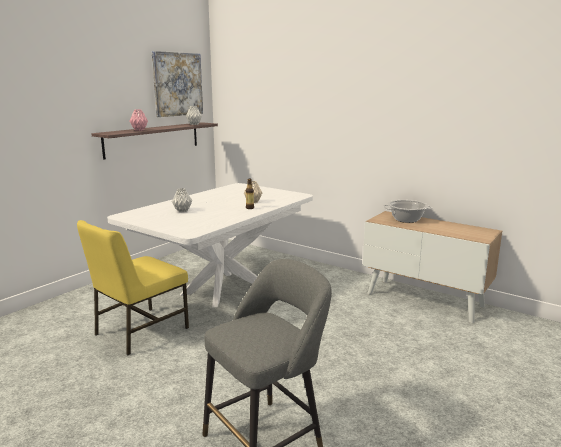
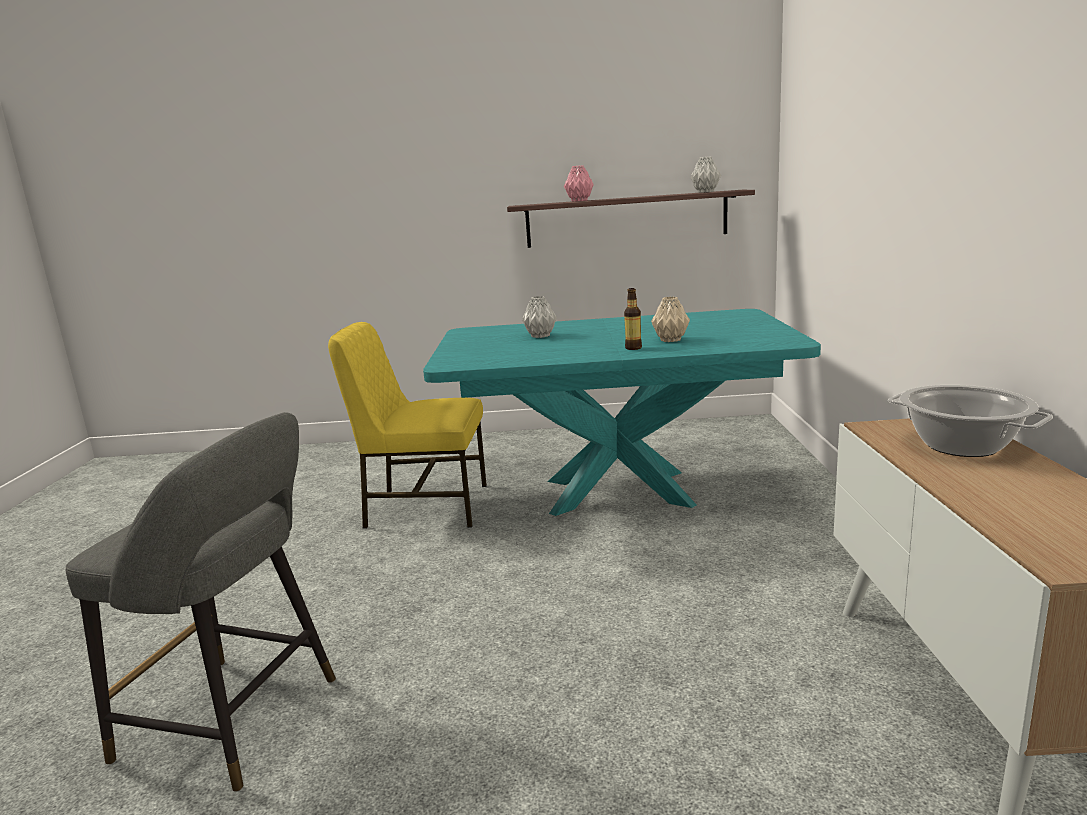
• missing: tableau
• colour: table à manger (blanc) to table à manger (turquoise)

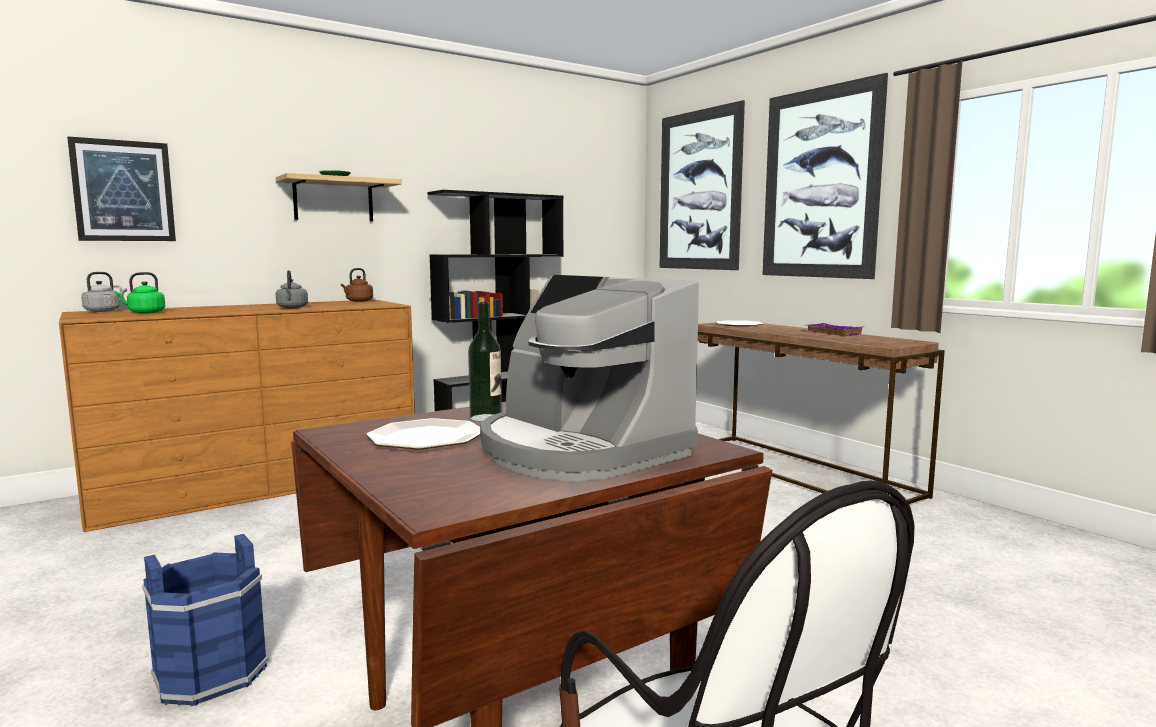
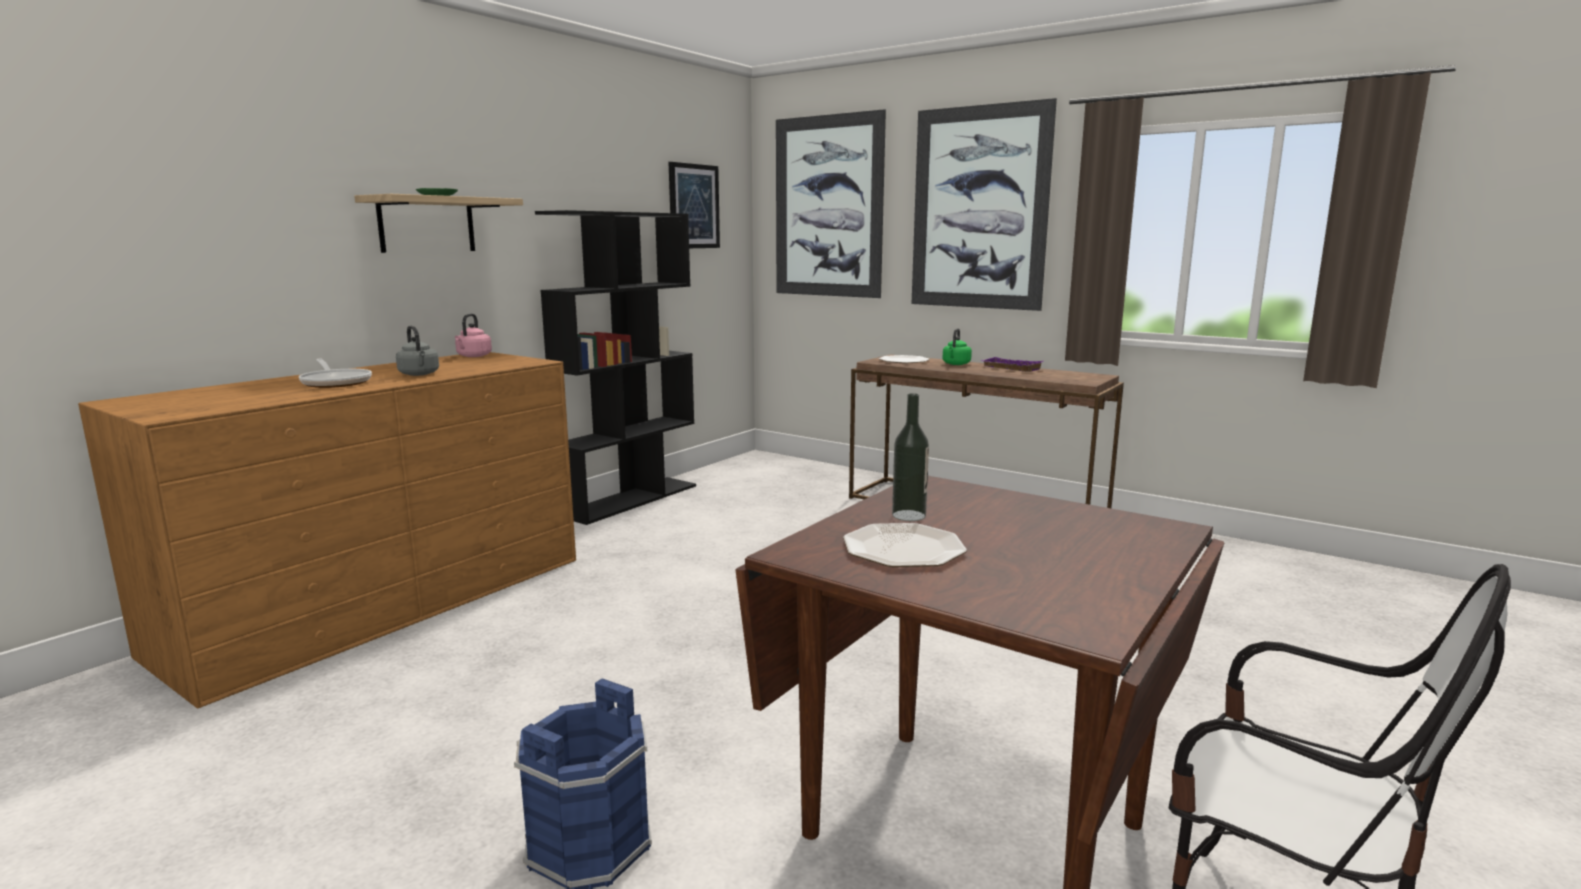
• relocated: tableau (no. 1 from left)
• colour: bouilloire (marron) to bouilloire (rose)
• missing: bouilloire (gris) (no. 1 from left)
• relocated: bouilloire (vert)
• missing: machine à café
• appeared: poêle

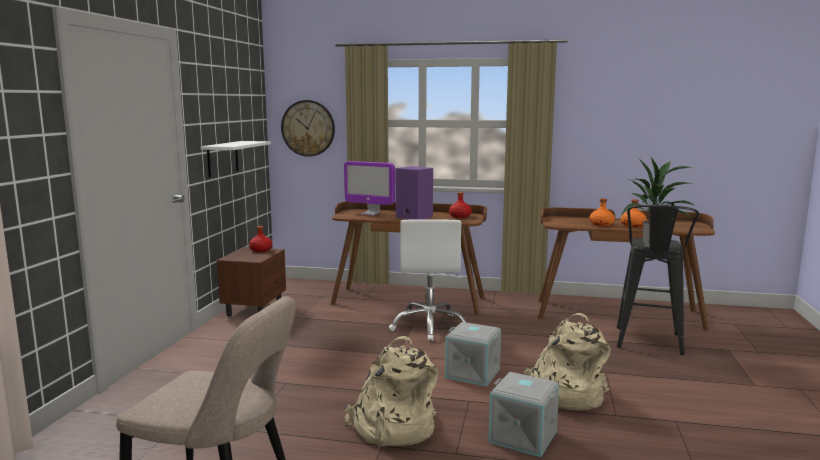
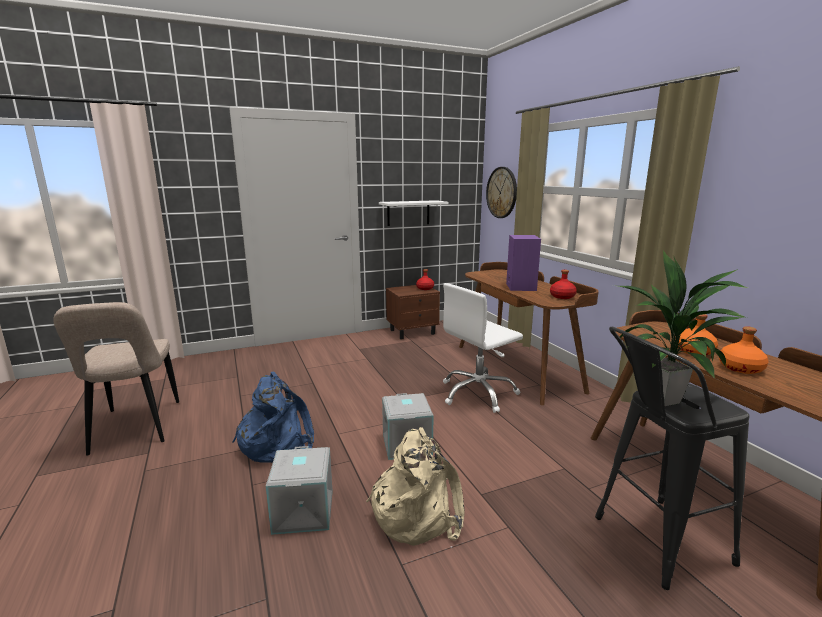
• missing: écran d'ordinateur
• colour: sac à dos (beige) (no. 1 from left) to sac à dos (bleu)

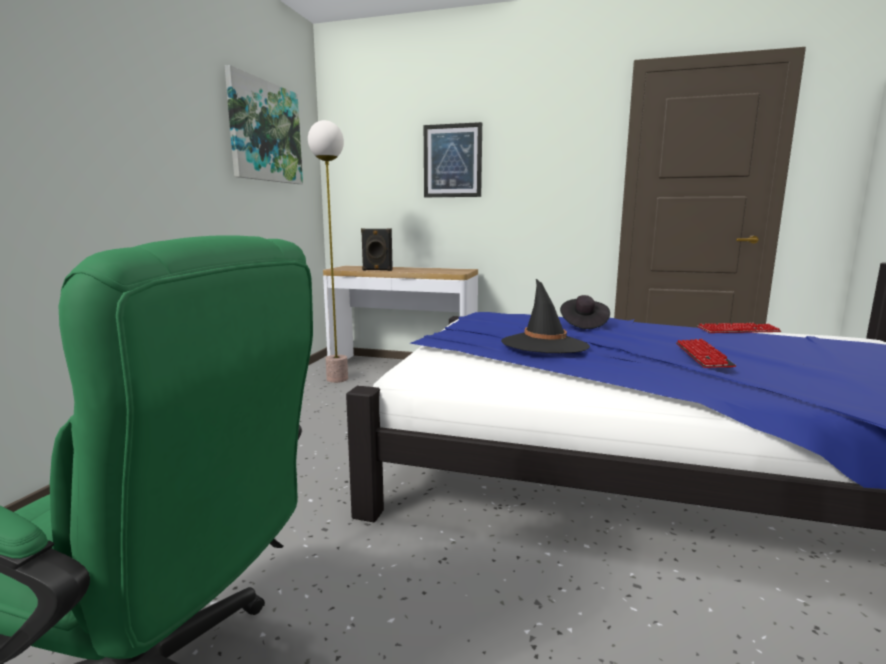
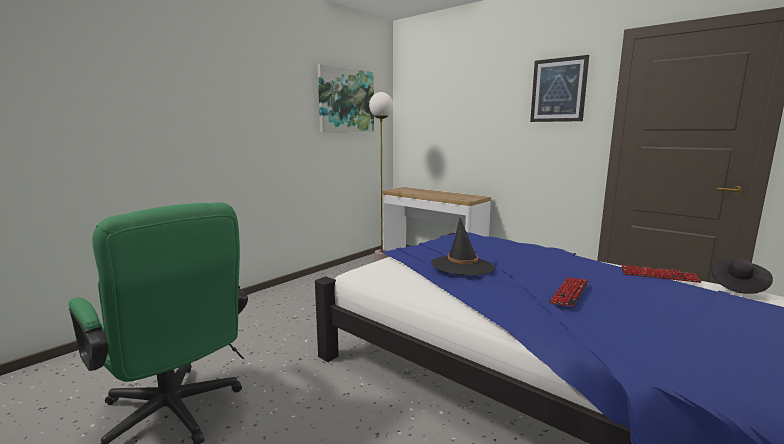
• relocated: tableau (no. 2 from left)
• missing: enceinte (noir)
• relocated: chapeau (noir) (no. 2 from left)

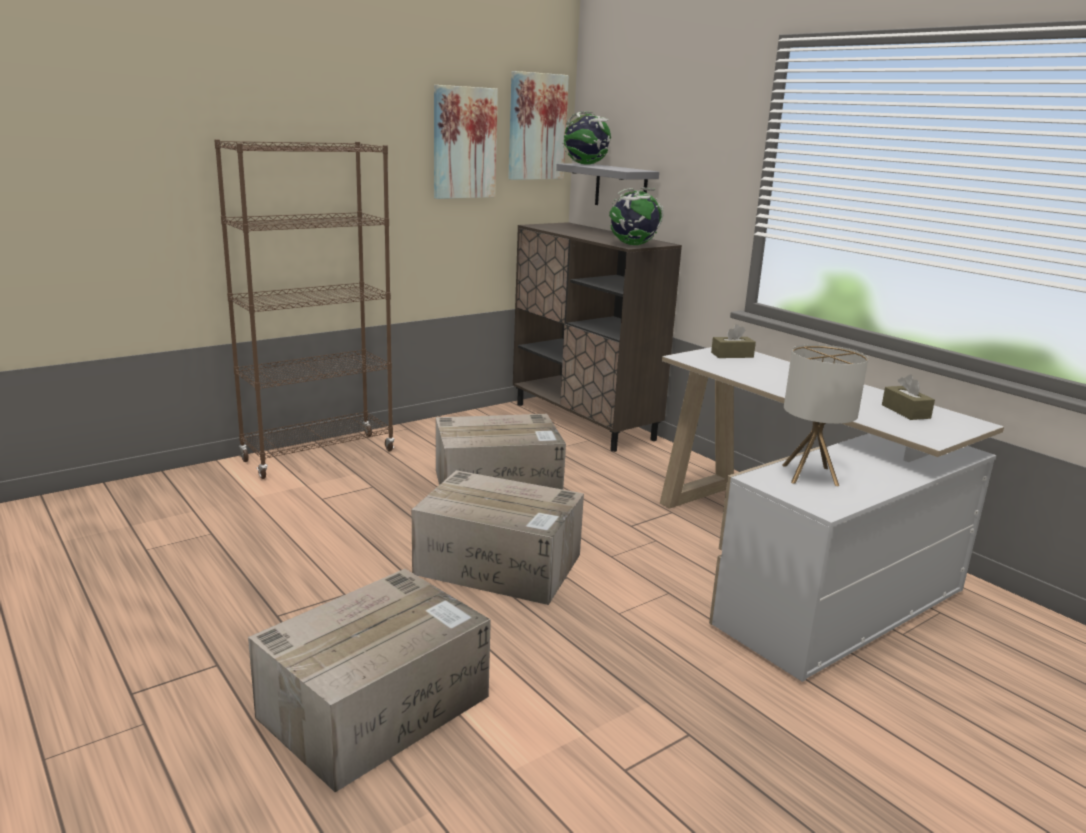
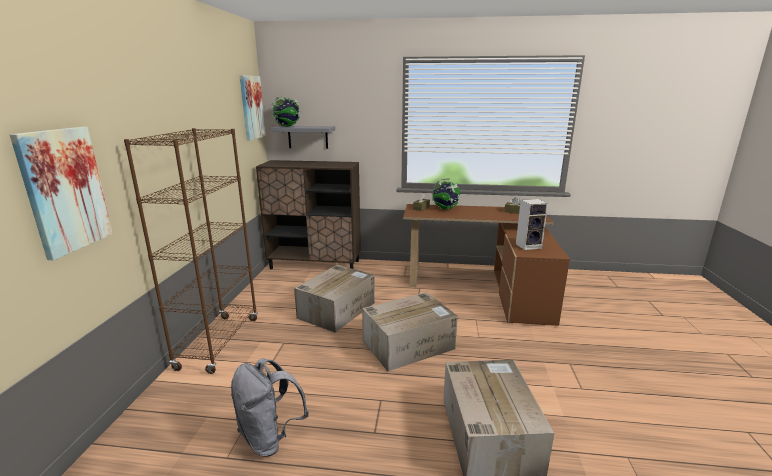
• relocated: tableau (no. 1 from left)
• relocated: globe (no. 2 from left)
• exchanged: lampe de table to enceinte
• colour: bureau (blanc) to bureau (marron)
• appeared: sac à dos (gris)

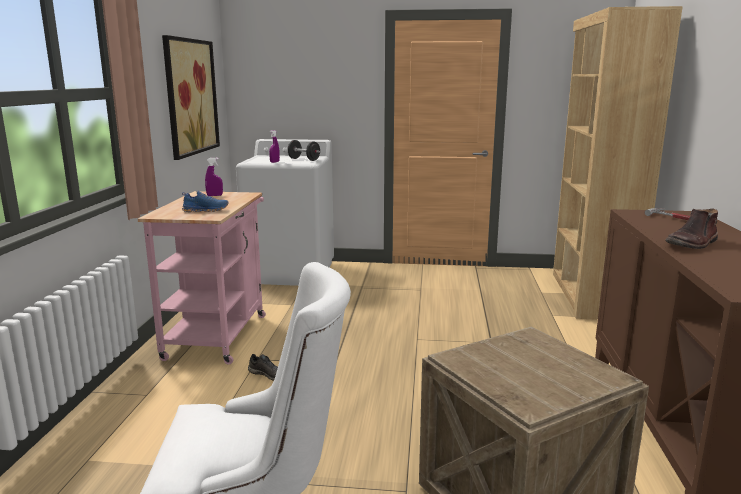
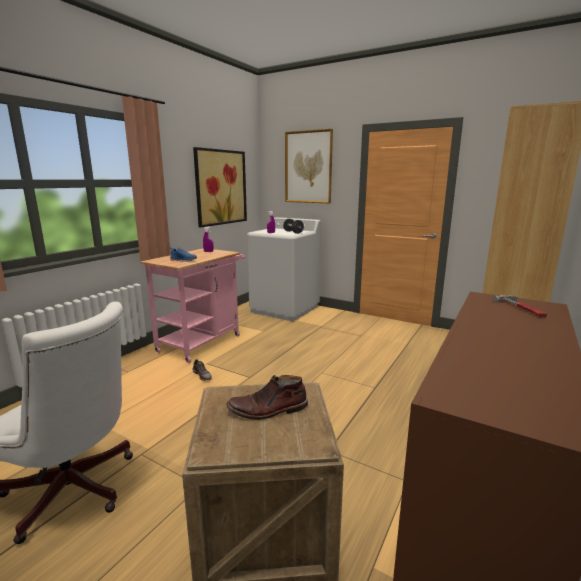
• relocated: botte (marron)
• appeared: tableau (no. 2 from left)

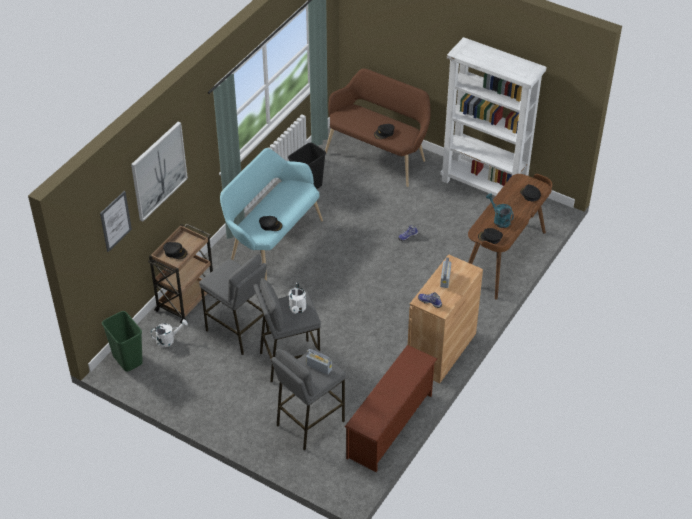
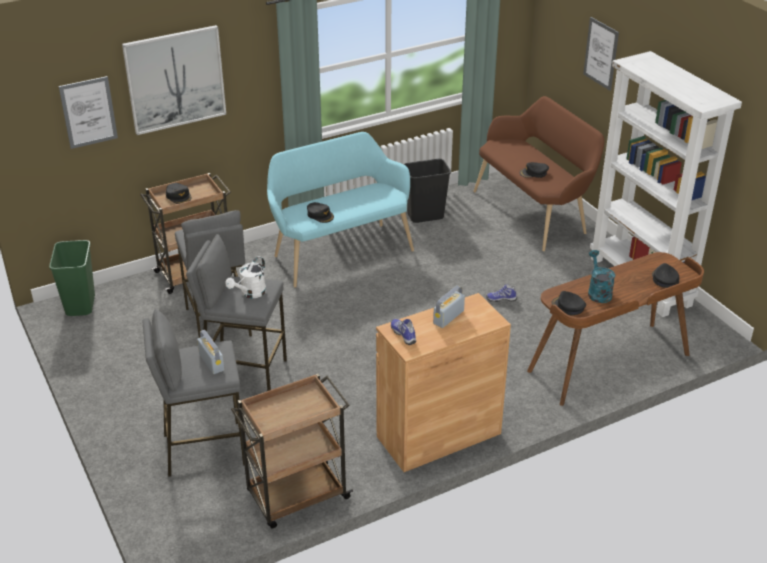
• missing: arrosoir (blanc) (no. 1 from left)
• exchanged: étagère à chaussures (marron) to chariot (marron) (no. 2 from left)
• appeared: tableau (no. 3 from left)

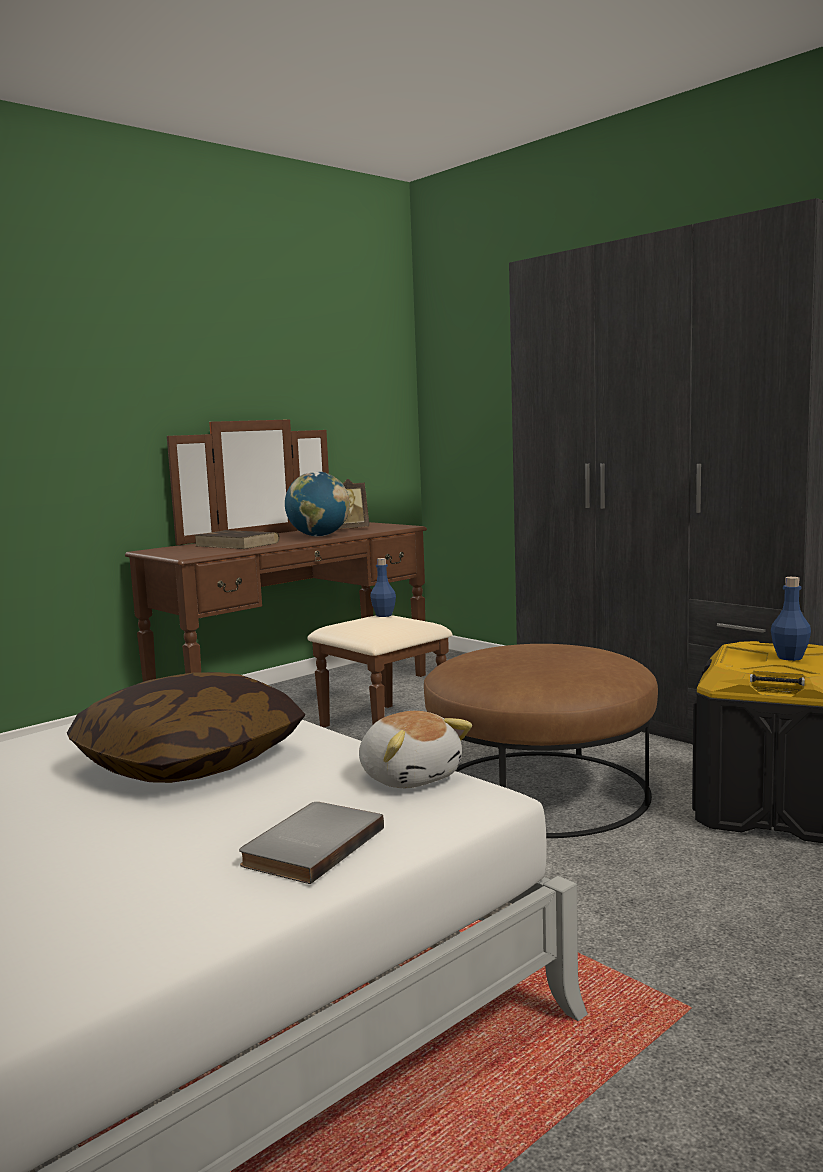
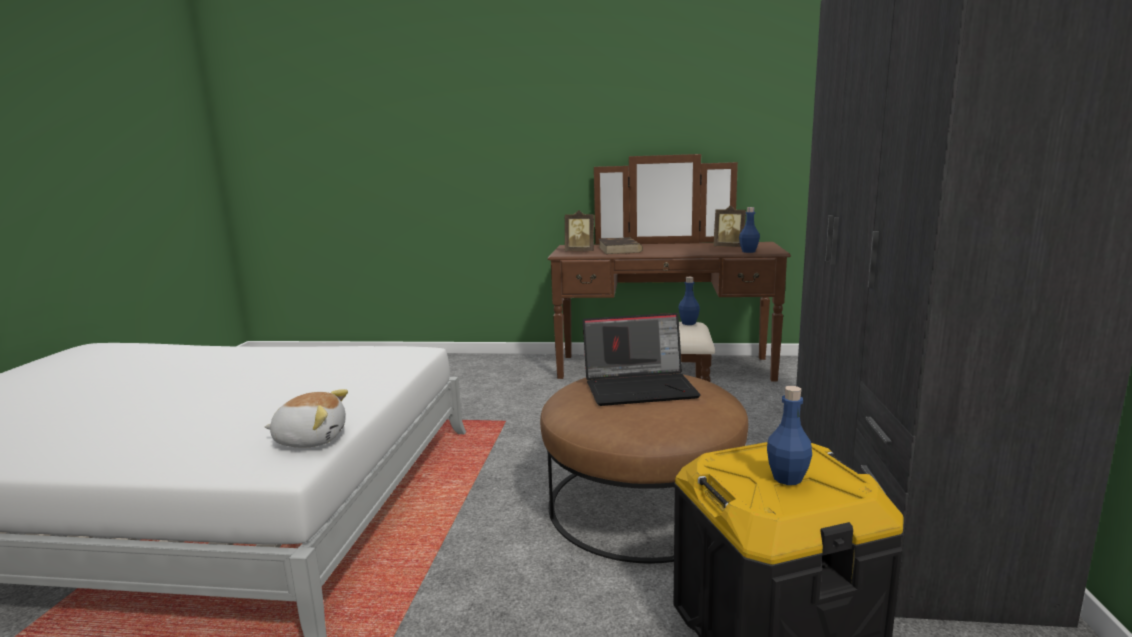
• missing: globe
• missing: coussin
• spun: peluche 105 degrees counterclockwise
• missing: livre (gris)
• appeared: bouteille (bleu) (no. 2 from left)
• appeared: cadre photo (no. 1 from left)
• appeared: ordinateur portable

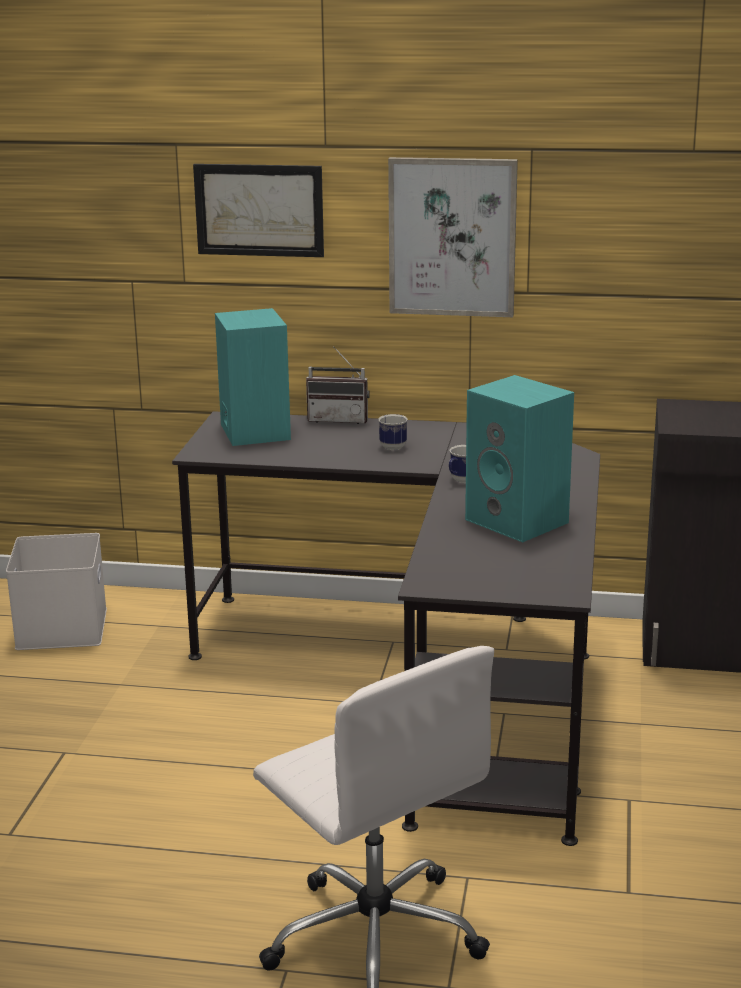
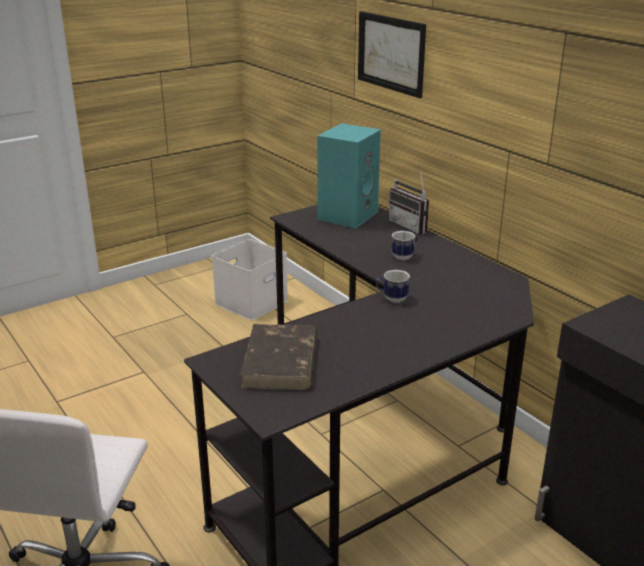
• missing: tableau (no. 2 from left)
• missing: enceinte (turquoise) (no. 2 from left)
• appeared: livre (marron)

